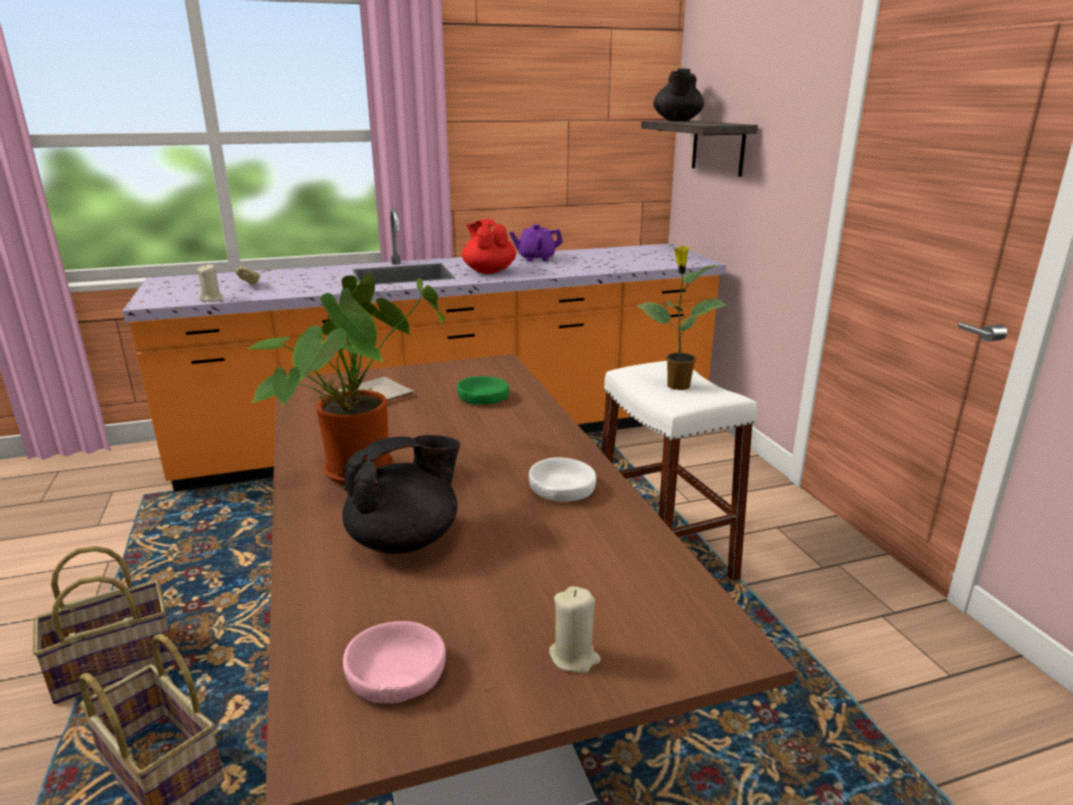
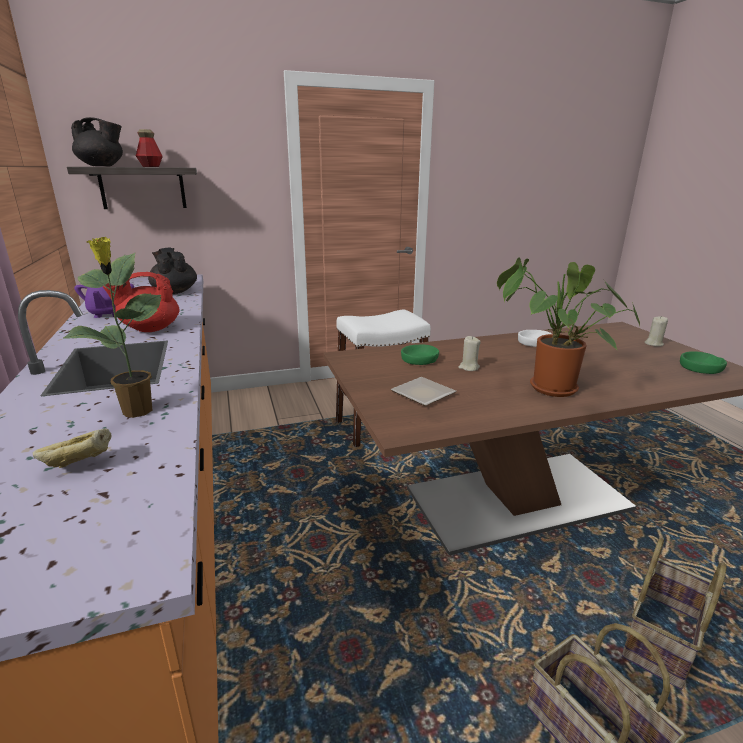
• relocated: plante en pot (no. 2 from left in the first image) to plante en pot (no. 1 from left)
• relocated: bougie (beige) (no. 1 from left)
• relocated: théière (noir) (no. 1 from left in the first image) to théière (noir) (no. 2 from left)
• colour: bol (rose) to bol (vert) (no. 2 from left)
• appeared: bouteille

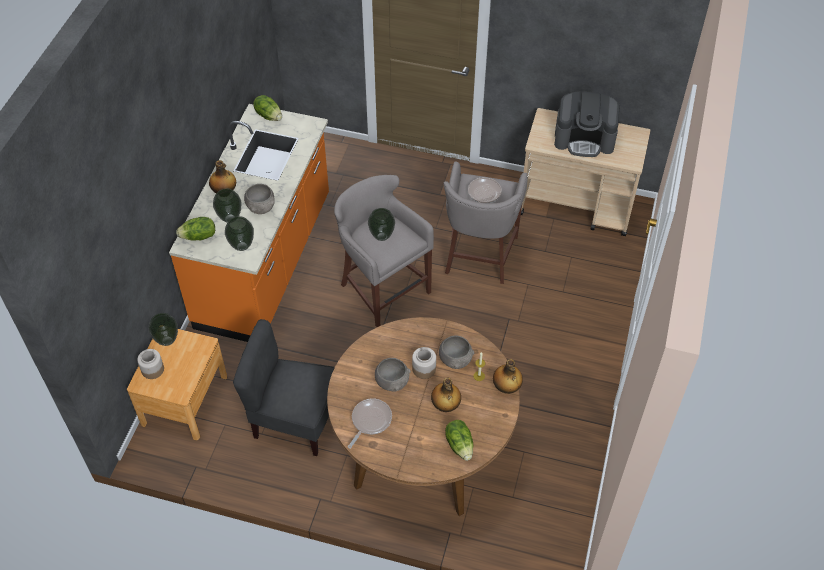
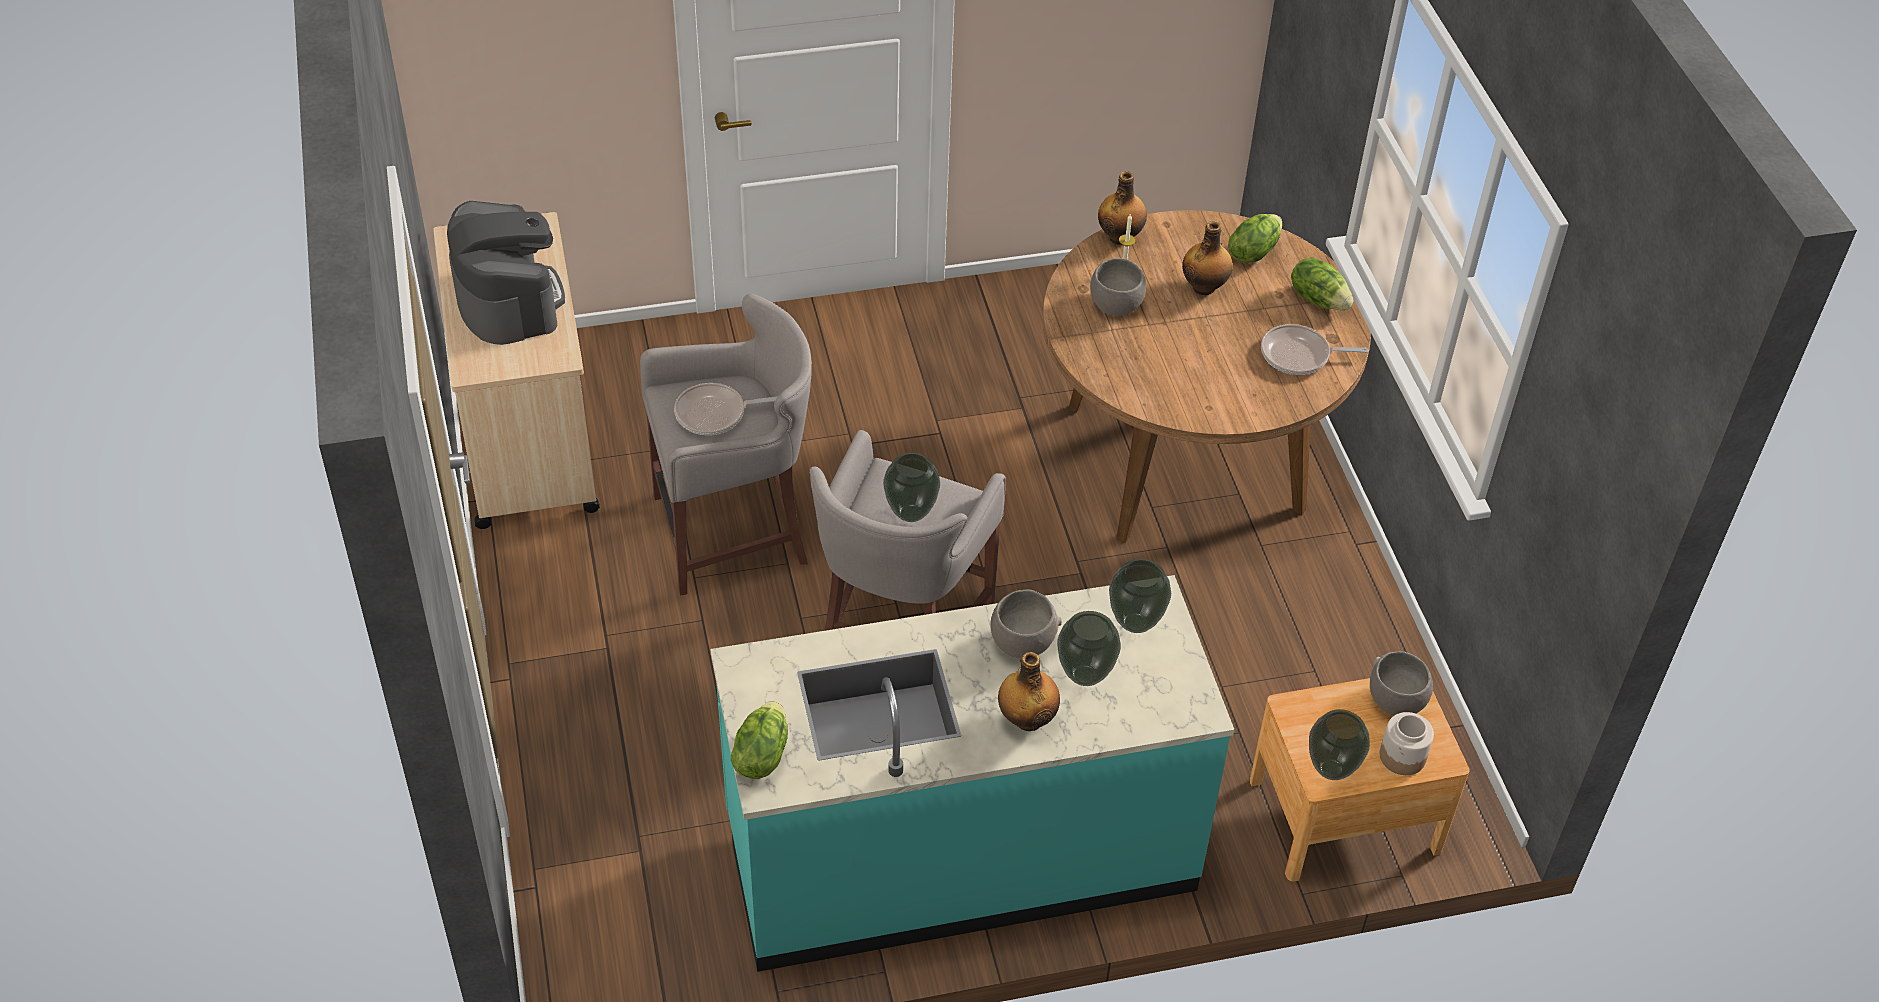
• colour: comptoir de cuisine (orange) to comptoir de cuisine (turquoise)
• relocated: laitue (no. 1 from left in the first image) to laitue (no. 3 from left)
• missing: chaise (gris)
• missing: bocal (no. 2 from left)
• relocated: bol (gris) (no. 2 from left in the first image) to bol (gris) (no. 3 from left)

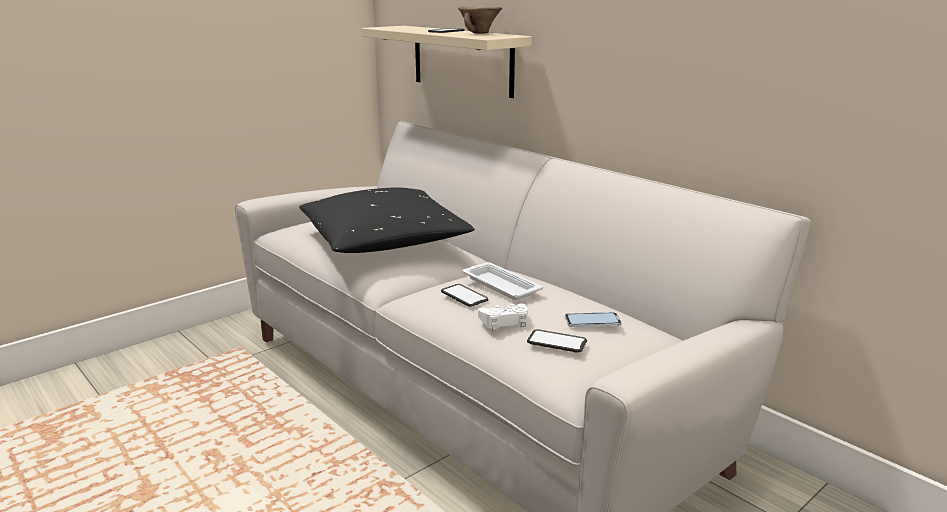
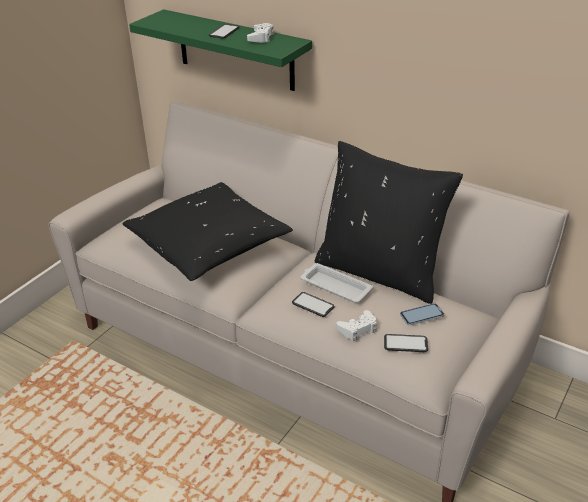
• exchanged: bol (marron) to manette (blanc) (no. 1 from left)
• colour: étagère (beige) to étagère (vert)
• appeared: coussin (noir) (no. 2 from left)

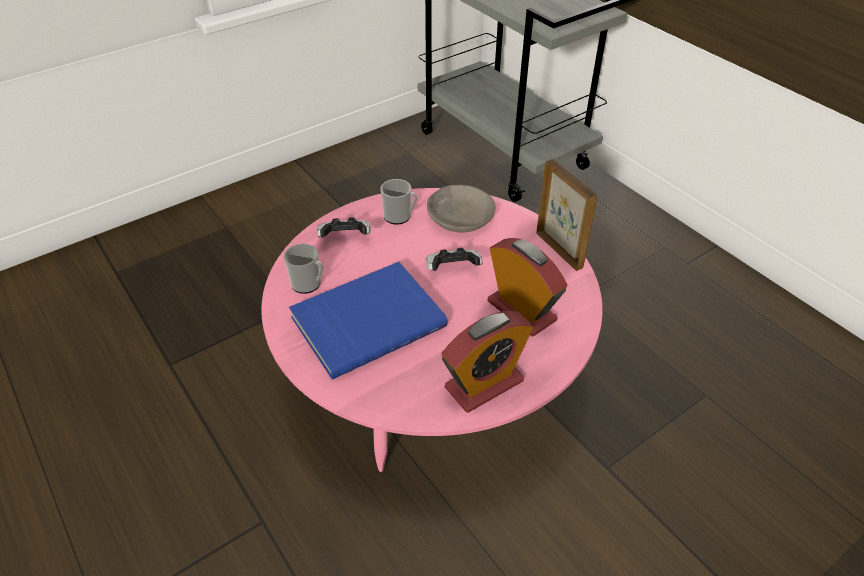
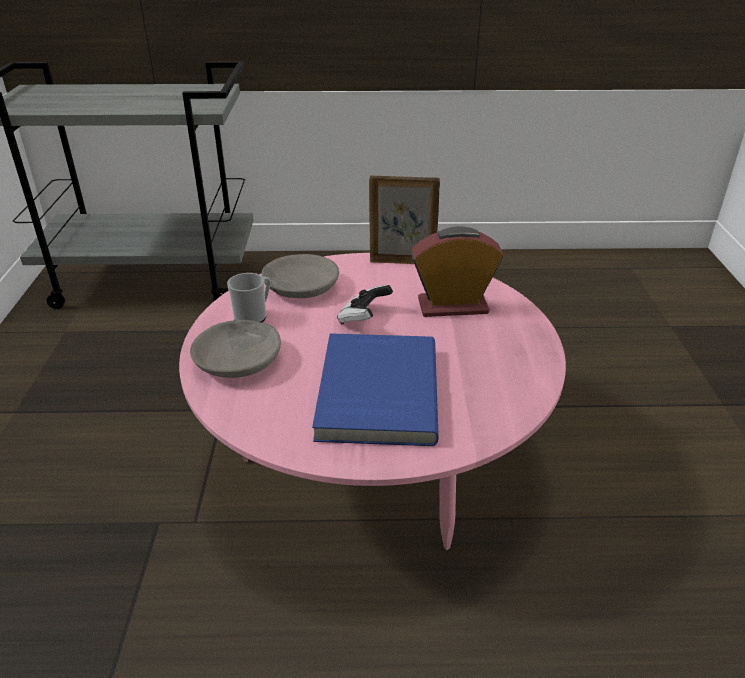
• exchanged: manette (no. 1 from left) to bol (gris) (no. 1 from left)
• missing: mug (no. 1 from left)
• missing: réveil (no. 1 from left)

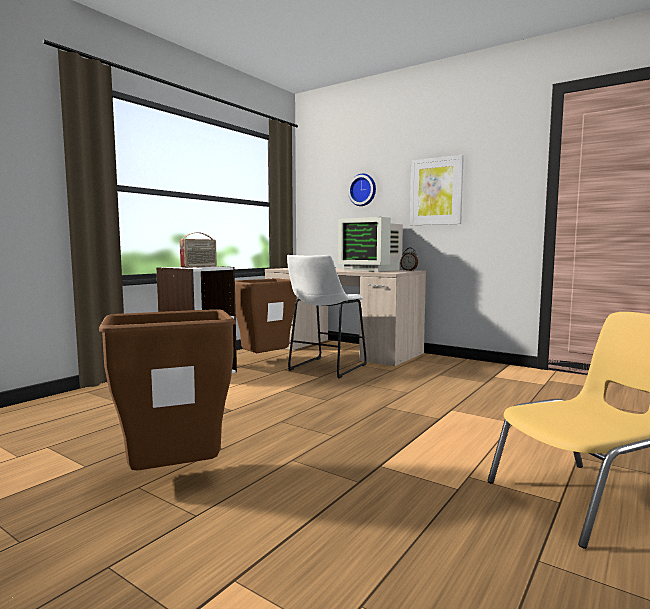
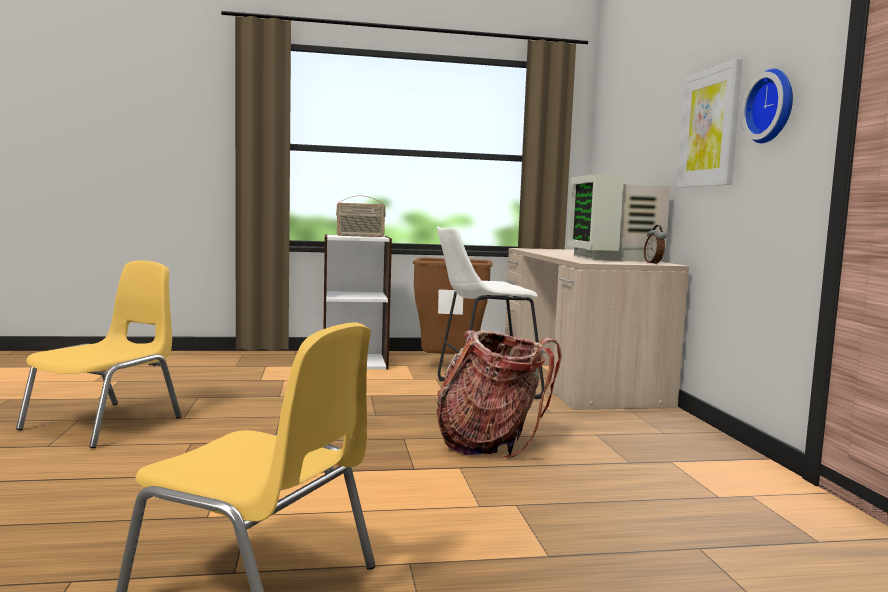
• relocated: horloge murale
• exchanged: poubelle (marron) (no. 1 from left) to chaise (jaune) (no. 1 from left)
• appeared: sac à dos

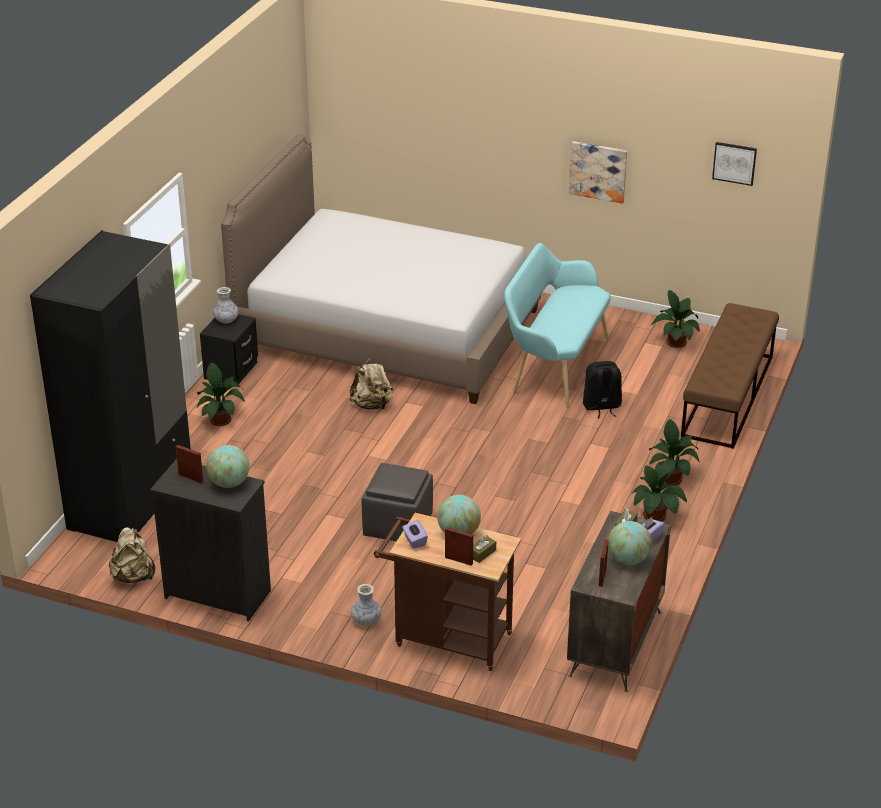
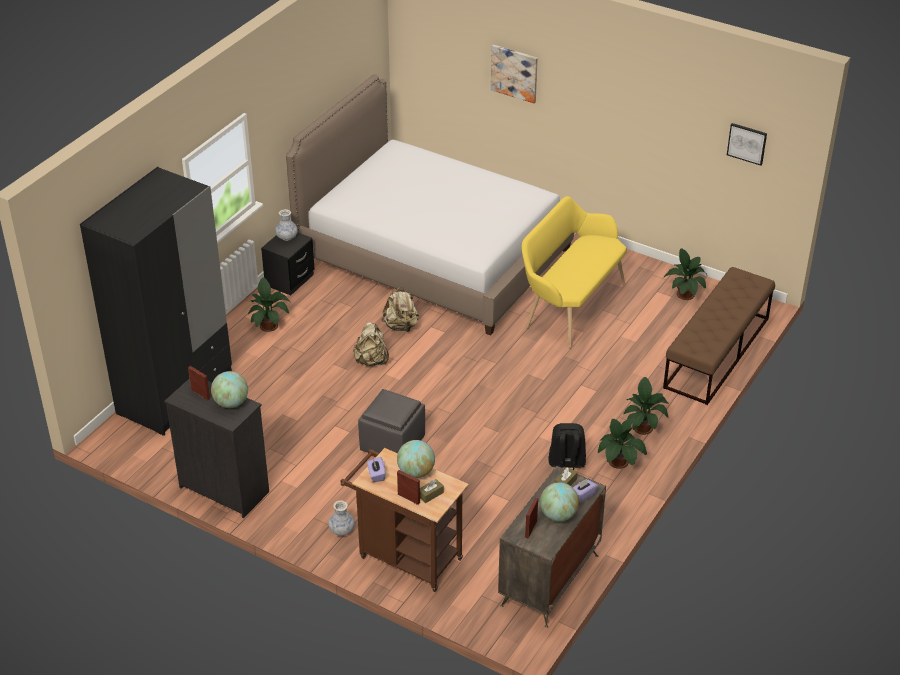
• relocated: tableau (no. 1 from left)
• colour: banc (turquoise) to banc (jaune)
• relocated: sac à dos (noir)
• relocated: sac à dos (beige) (no. 1 from left)

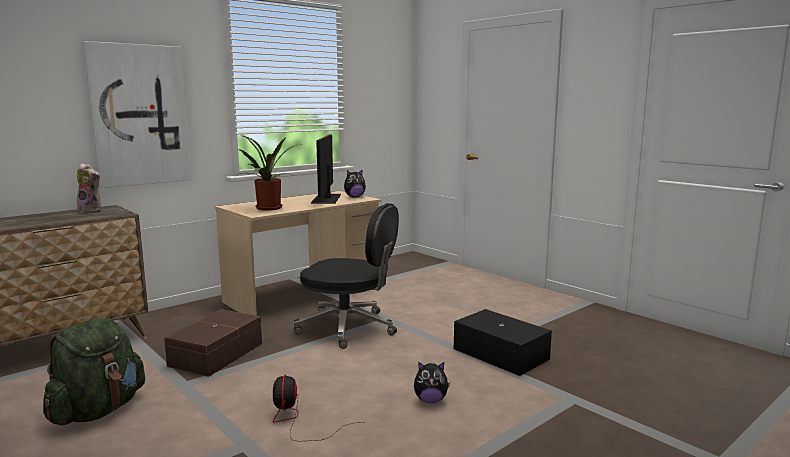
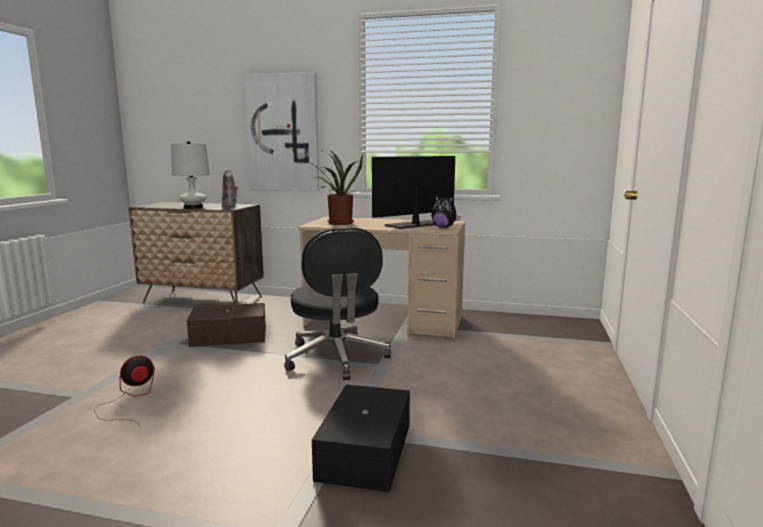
• missing: sac à dos (vert)
• missing: peluche (no. 3 from left)
• appeared: lampe de table (blanc)

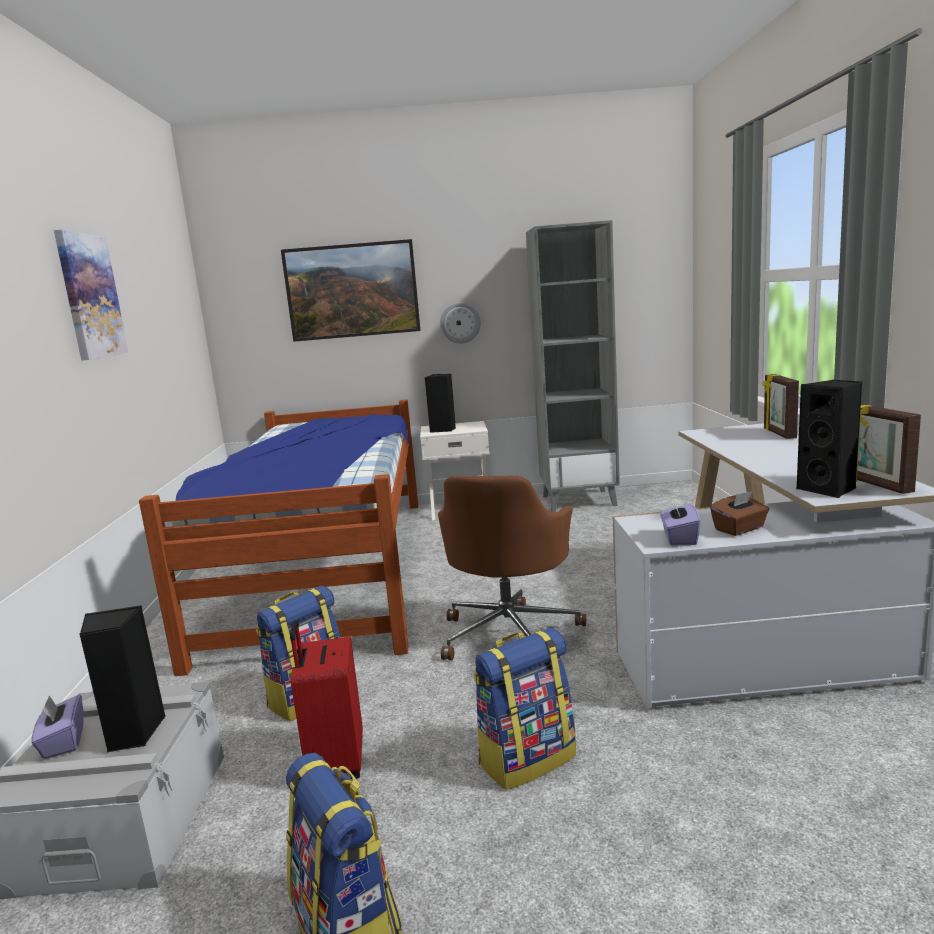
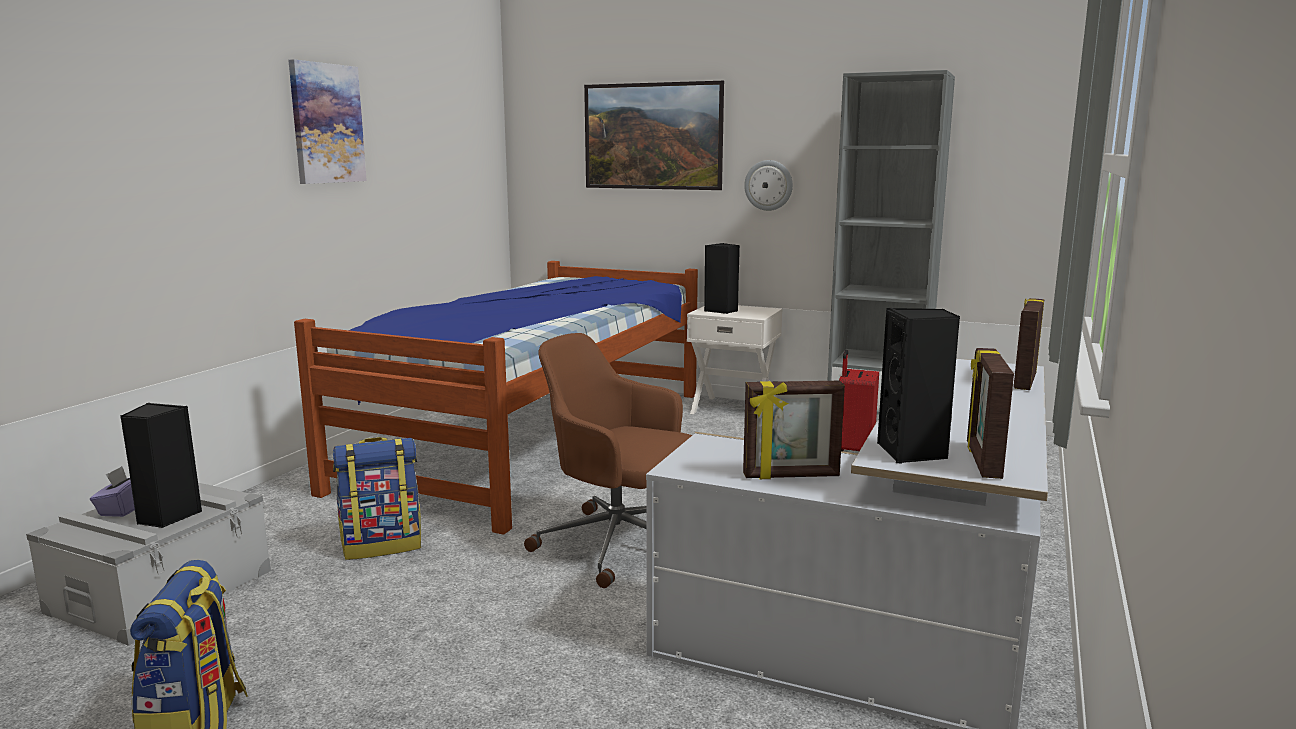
• spun: chaise de bureau (marron) 75 degrees clockwise
• exchanged: boîte à mouchoirs (marron) to cadre photo (no. 1 from left)
• missing: boîte à mouchoirs (violet) (no. 2 from left)
• relocated: valise (rouge)
• missing: sac à dos (no. 3 from left)

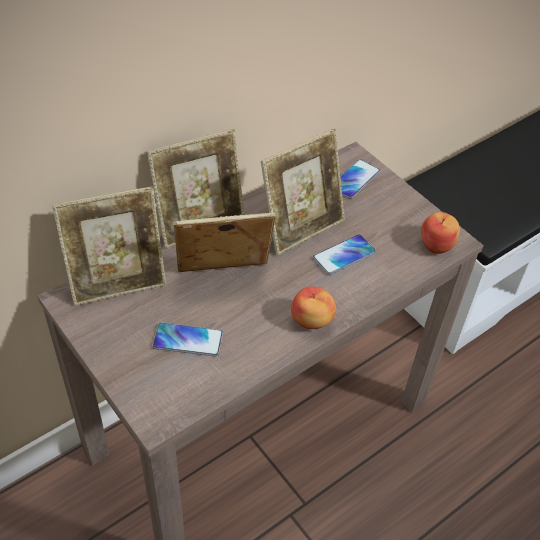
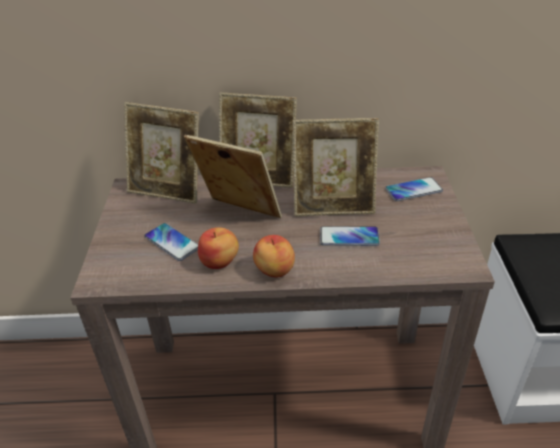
• relocated: pomme (no. 2 from left in the first image) to pomme (no. 1 from left)

